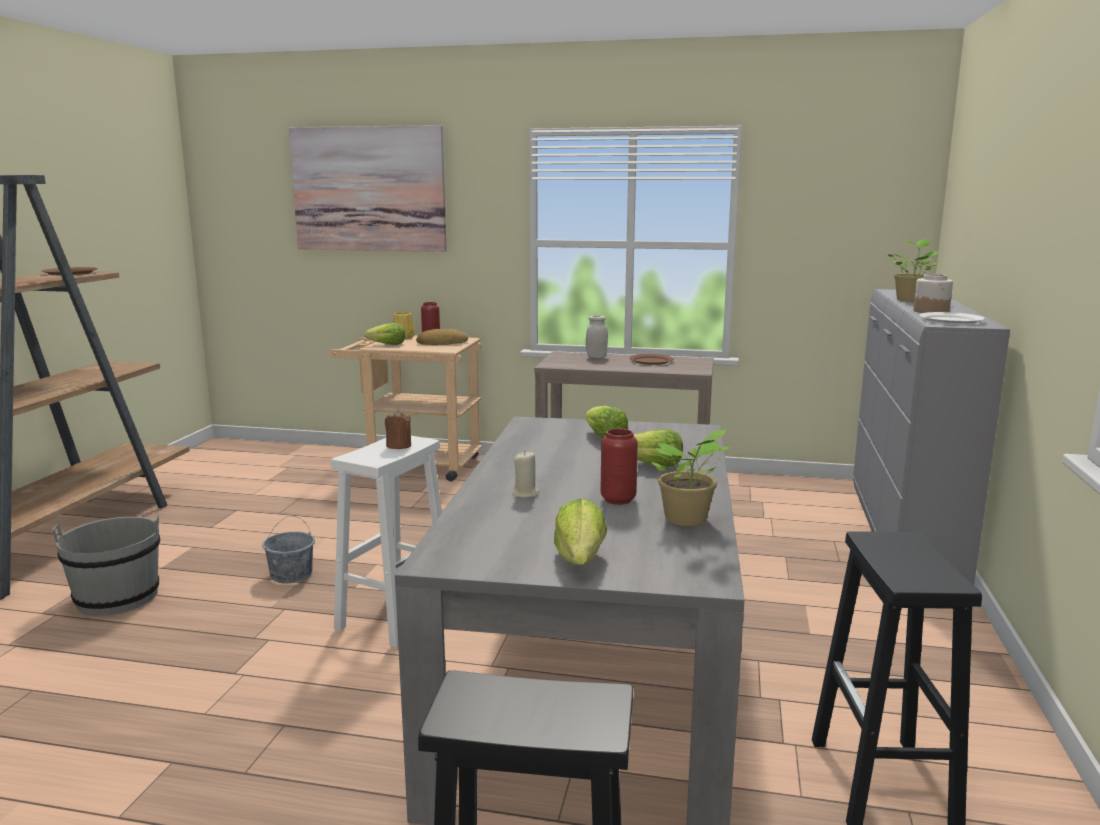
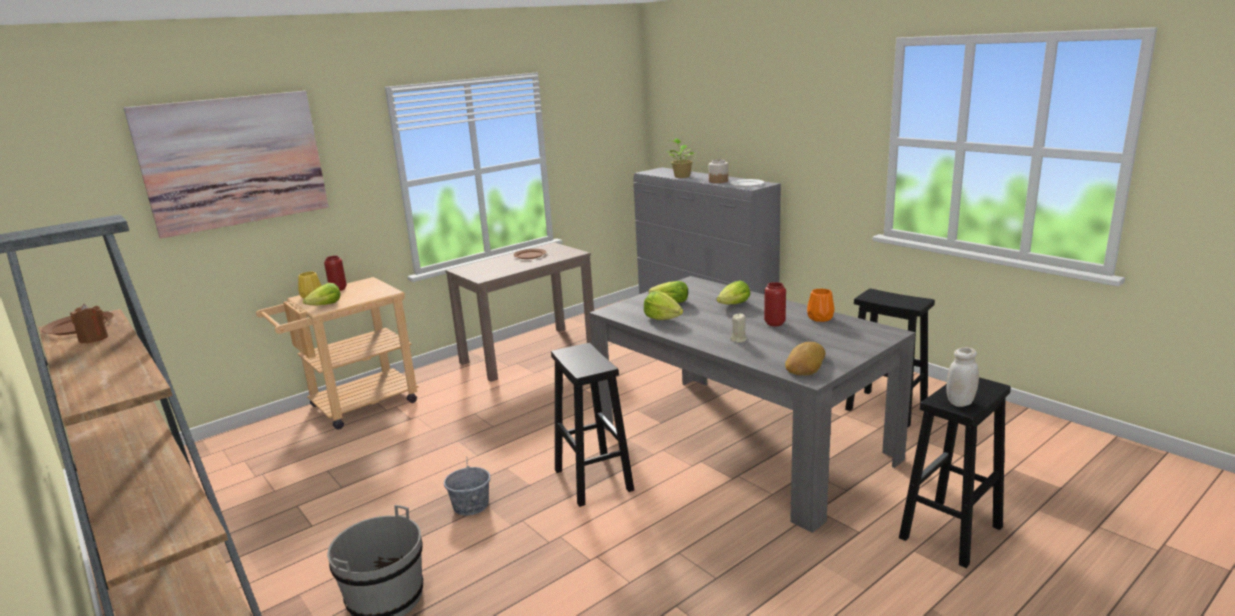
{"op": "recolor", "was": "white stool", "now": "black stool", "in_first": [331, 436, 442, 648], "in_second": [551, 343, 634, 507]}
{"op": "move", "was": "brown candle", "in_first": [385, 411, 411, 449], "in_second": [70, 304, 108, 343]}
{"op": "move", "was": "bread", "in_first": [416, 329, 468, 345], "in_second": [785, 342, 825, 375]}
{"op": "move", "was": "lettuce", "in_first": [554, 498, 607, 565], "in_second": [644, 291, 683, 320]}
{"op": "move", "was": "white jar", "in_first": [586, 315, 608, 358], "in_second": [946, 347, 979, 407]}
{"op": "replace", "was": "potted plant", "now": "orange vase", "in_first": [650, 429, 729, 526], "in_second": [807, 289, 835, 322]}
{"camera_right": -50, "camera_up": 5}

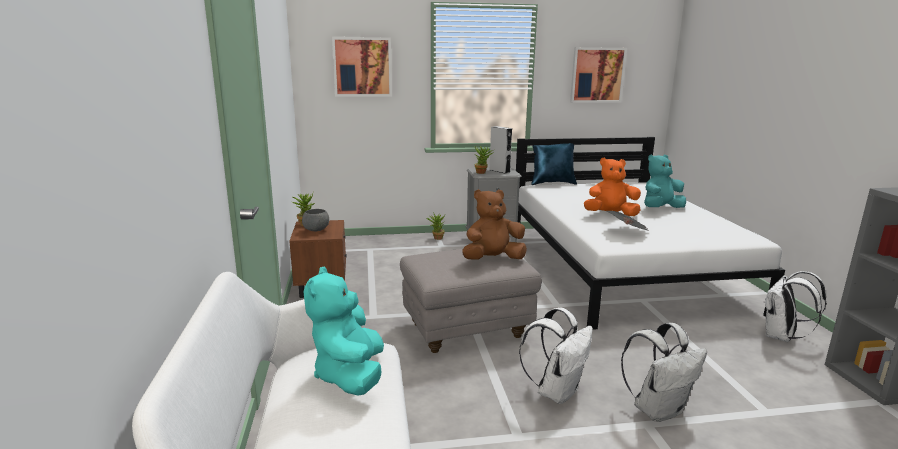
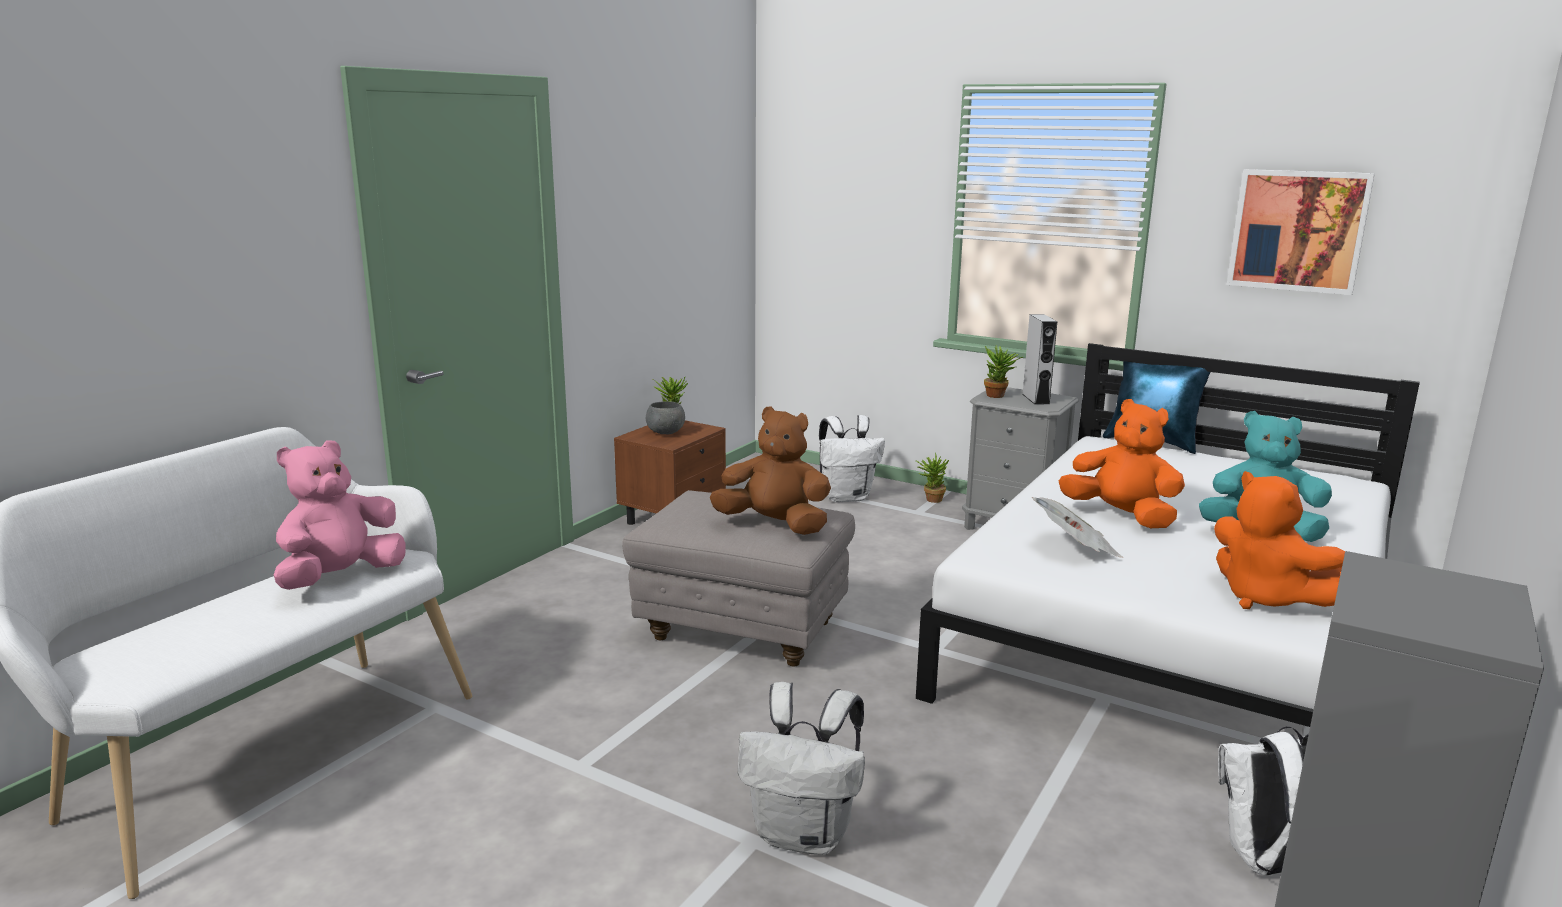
{"op": "recolor", "was": "turquoise plush toy", "now": "pink plush toy", "in_first": [303, 267, 384, 395], "in_second": [274, 440, 406, 590]}
{"op": "delete", "was": "picture", "in_first": [332, 37, 392, 97]}
{"op": "move", "was": "white backpack", "in_first": [519, 307, 593, 404], "in_second": [819, 415, 885, 503]}
{"op": "insert", "now": "orange plush toy", "in_second": [1214, 471, 1345, 609]}
{"camera_right": 40, "camera_up": 0}

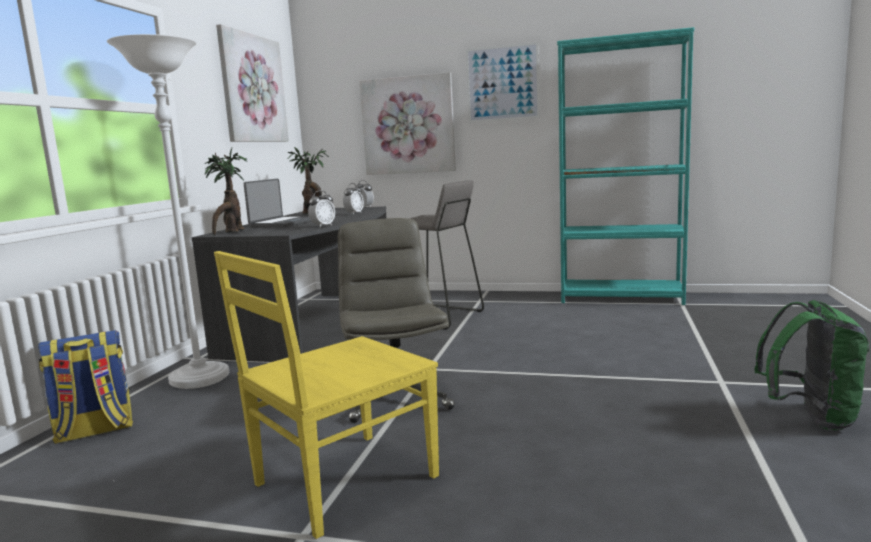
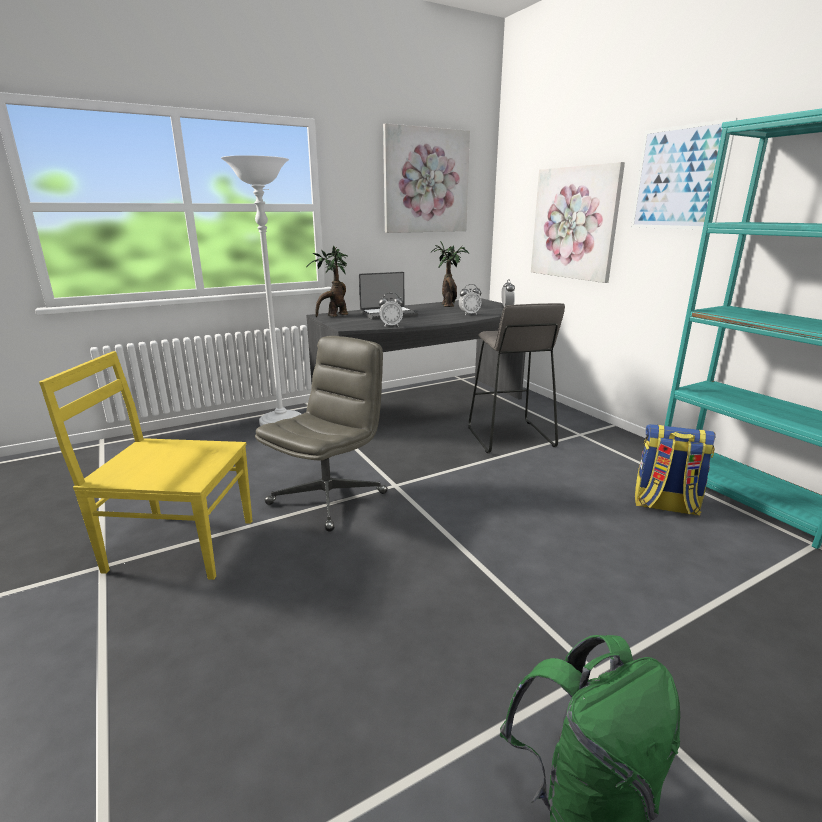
{"op": "move", "was": "backpack", "in_first": [38, 330, 133, 444], "in_second": [635, 424, 716, 516]}
{"camera_right": 45, "camera_up": 10}

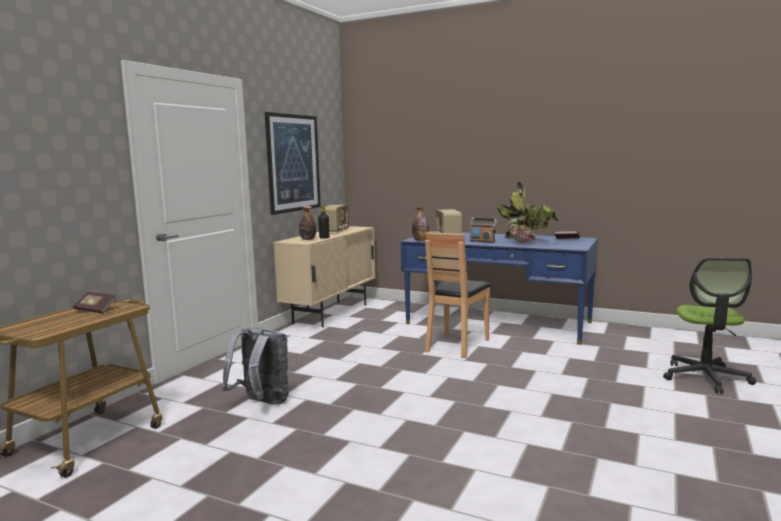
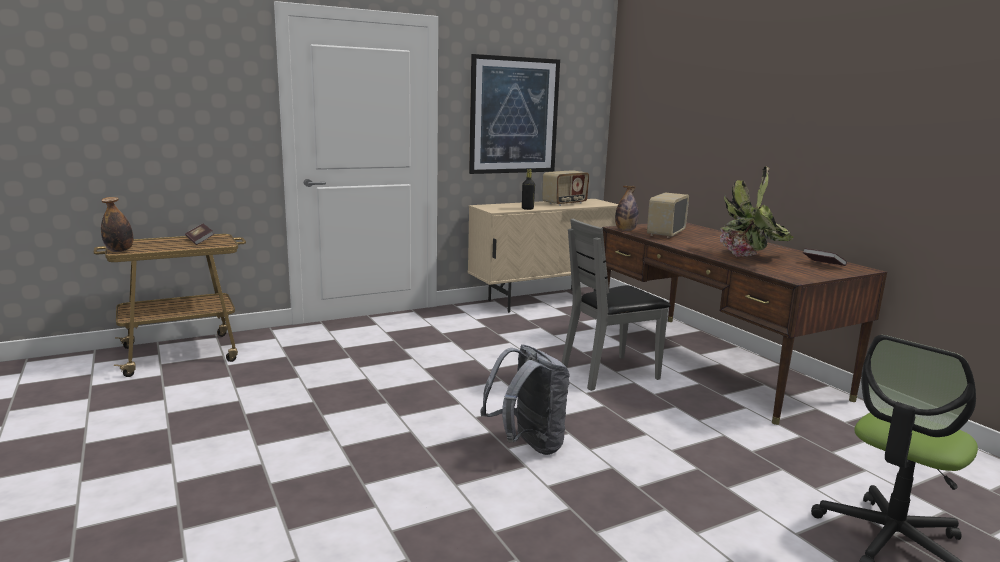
{"op": "move", "was": "grey backpack", "in_first": [222, 327, 289, 405], "in_second": [480, 344, 570, 455]}
{"op": "move", "was": "bottle", "in_first": [299, 206, 316, 240], "in_second": [101, 197, 133, 252]}
{"op": "recolor", "was": "blue desk", "now": "brown desk", "in_first": [401, 231, 598, 345], "in_second": [602, 222, 887, 425]}
{"op": "recolor", "was": "brown chair", "now": "grey chair", "in_first": [425, 232, 491, 358], "in_second": [561, 219, 671, 391]}
{"op": "delete", "was": "radio", "in_first": [470, 218, 497, 243]}
{"camera_right": 35, "camera_up": 5}

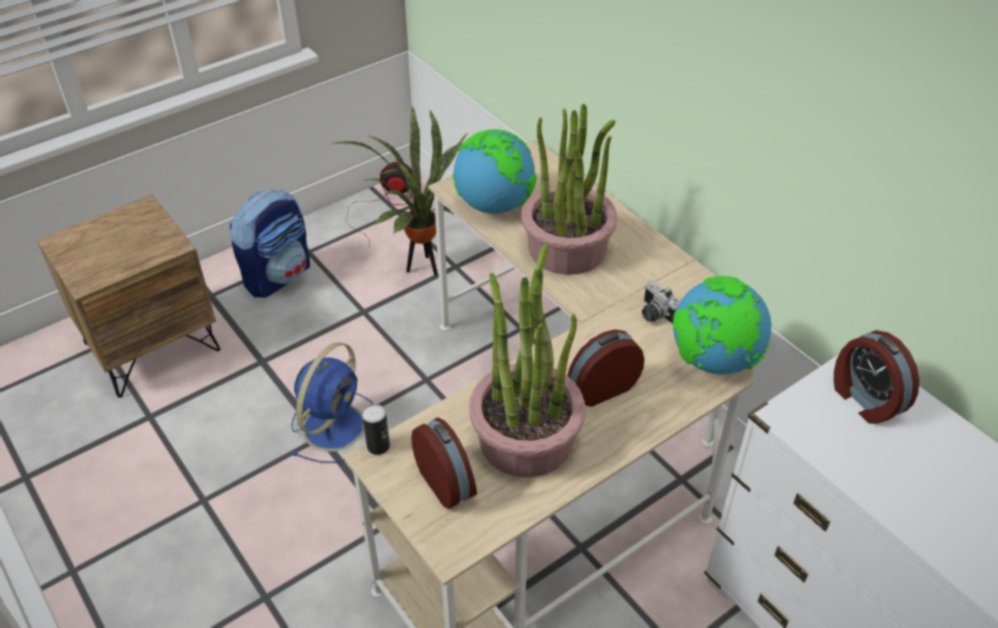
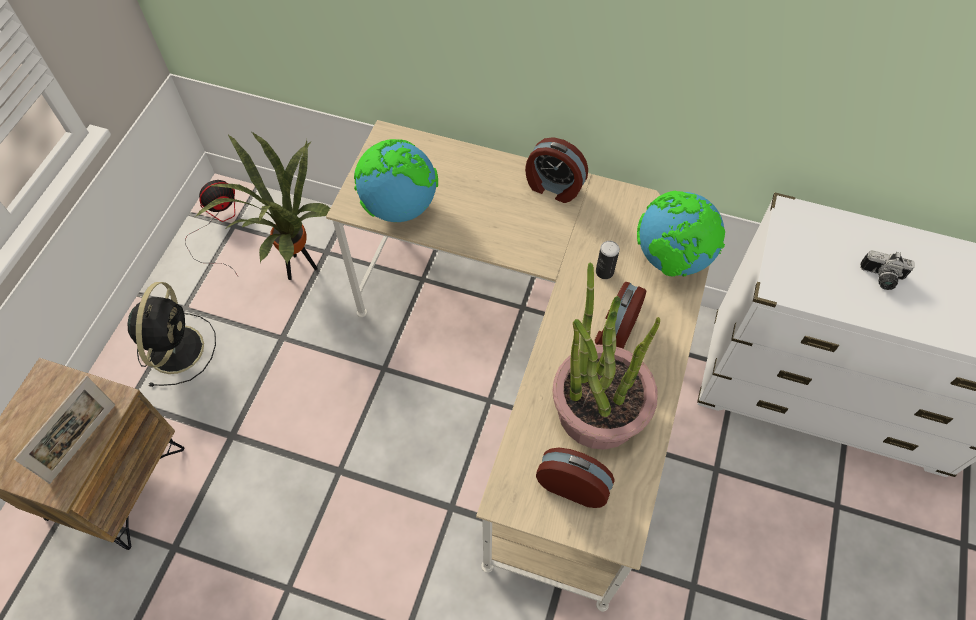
{"op": "replace", "was": "backpack", "now": "black fan", "in_first": [230, 190, 310, 298], "in_second": [127, 282, 216, 387]}
{"op": "delete", "was": "blue fan", "in_first": [291, 342, 373, 463]}
{"op": "move", "was": "can", "in_first": [362, 404, 390, 455], "in_second": [596, 241, 620, 279]}
{"op": "delete", "was": "potted plant", "in_first": [521, 104, 617, 275]}
{"op": "move", "was": "photo camera", "in_first": [642, 280, 680, 324], "in_second": [860, 250, 915, 290]}
{"op": "move", "was": "alarm clock", "in_first": [834, 330, 919, 424], "in_second": [525, 137, 588, 203]}
{"op": "insert", "now": "picture frame", "in_second": [14, 376, 115, 484]}
{"camera_right": -35, "camera_up": 15}

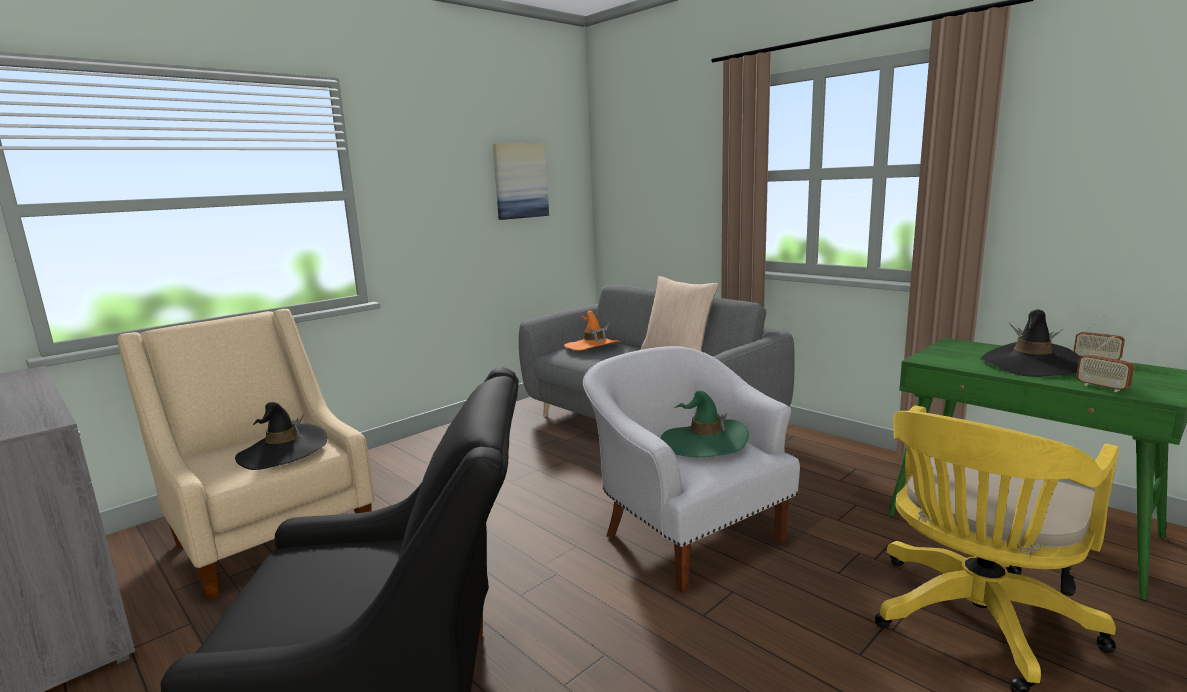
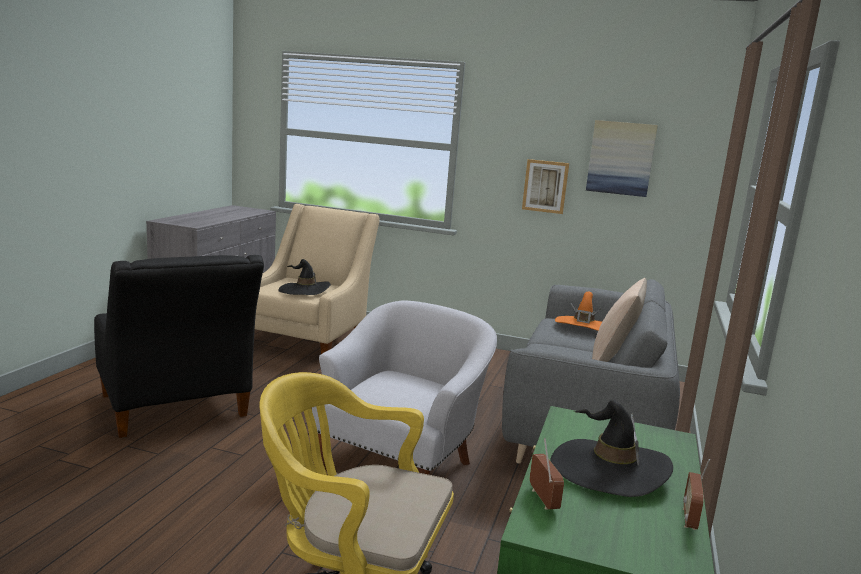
{"op": "delete", "was": "green hat", "in_first": [660, 390, 749, 457]}
{"op": "rotate", "was": "radio", "in_first": [1076, 336, 1134, 392], "in_second": [530, 438, 564, 510], "clockwise": 135}
{"op": "insert", "now": "picture", "in_second": [522, 159, 569, 214]}
{"camera_right": 60, "camera_up": 0}

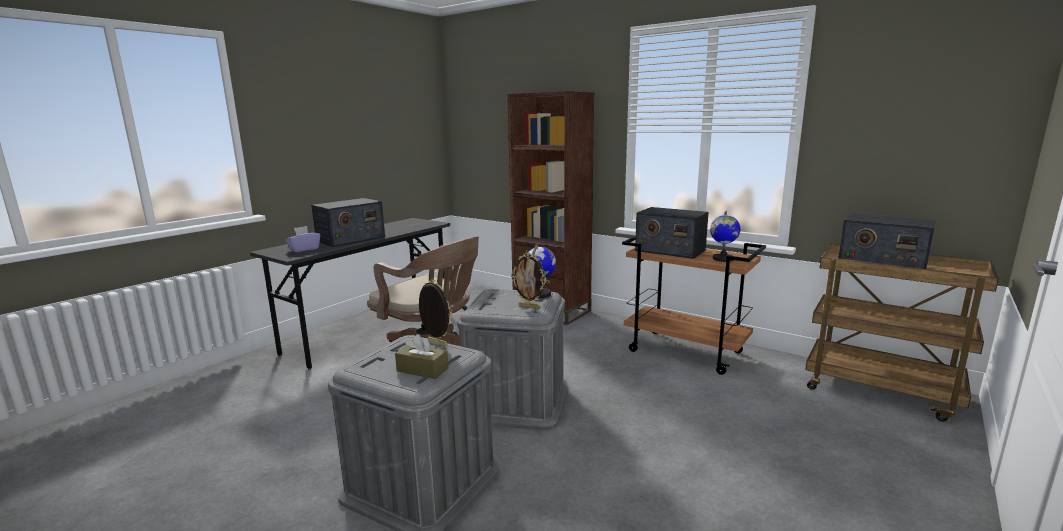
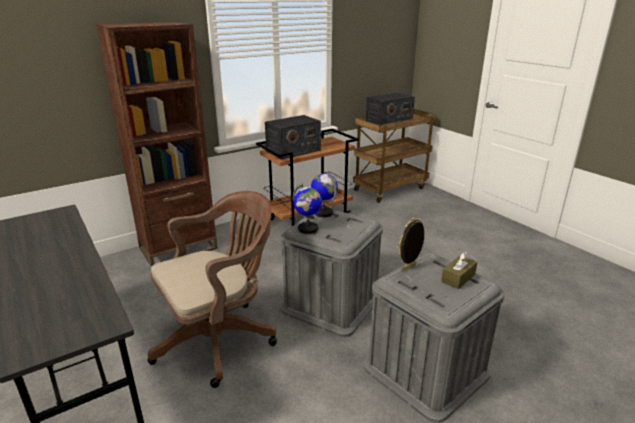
{"op": "delete", "was": "purple tissue box", "in_first": [285, 226, 320, 252]}
{"op": "delete", "was": "radio", "in_first": [311, 198, 385, 247]}
{"op": "delete", "was": "picture frame", "in_first": [511, 253, 546, 309]}
{"op": "move", "was": "globe", "in_first": [710, 210, 740, 262], "in_second": [293, 183, 322, 234]}
{"camera_right": -70, "camera_up": 10}

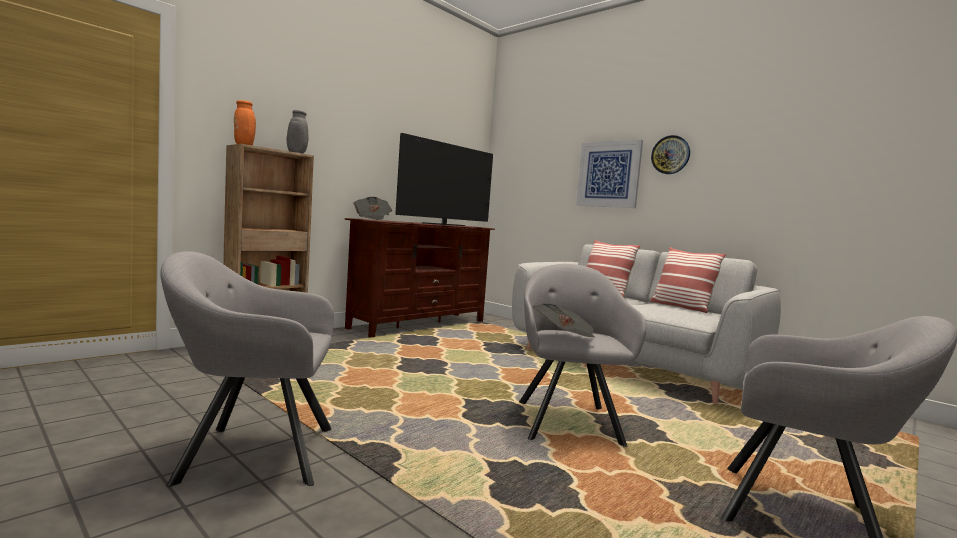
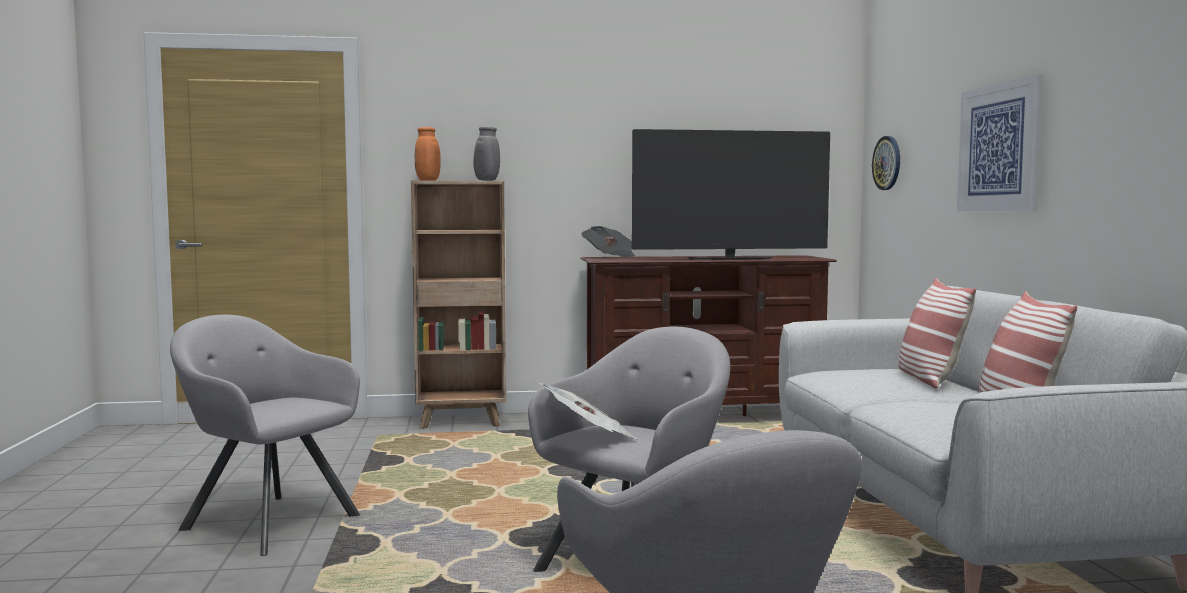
{"op": "move", "was": "wall clock", "in_first": [651, 135, 690, 174], "in_second": [872, 136, 900, 190]}
{"camera_right": 40, "camera_up": 0}

